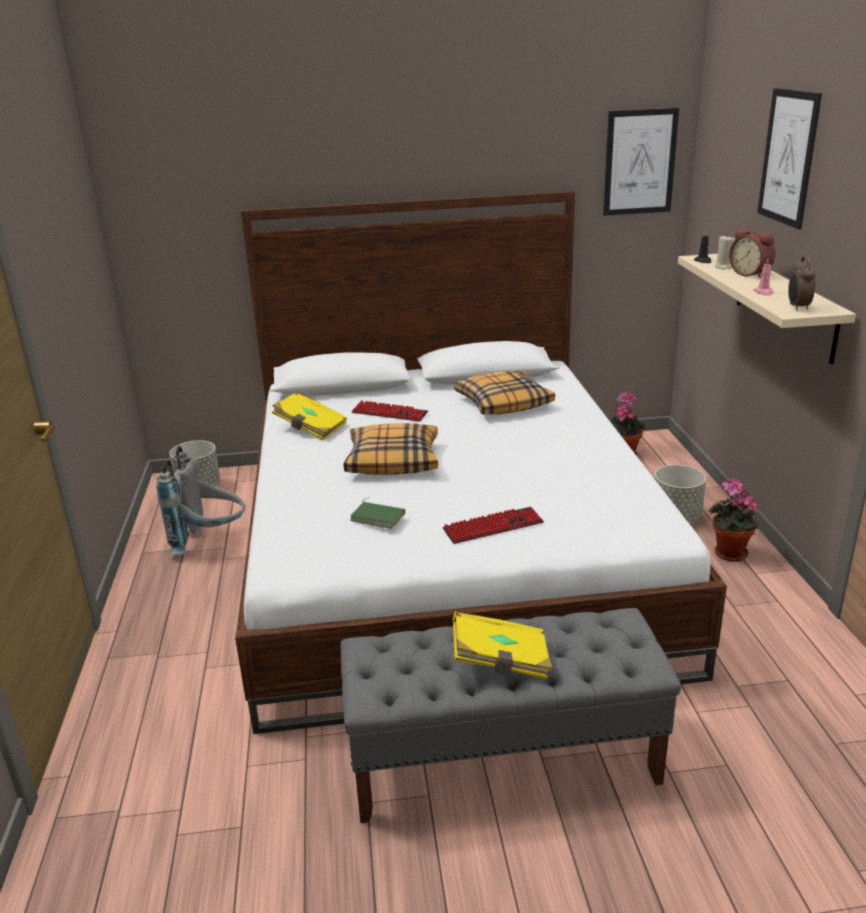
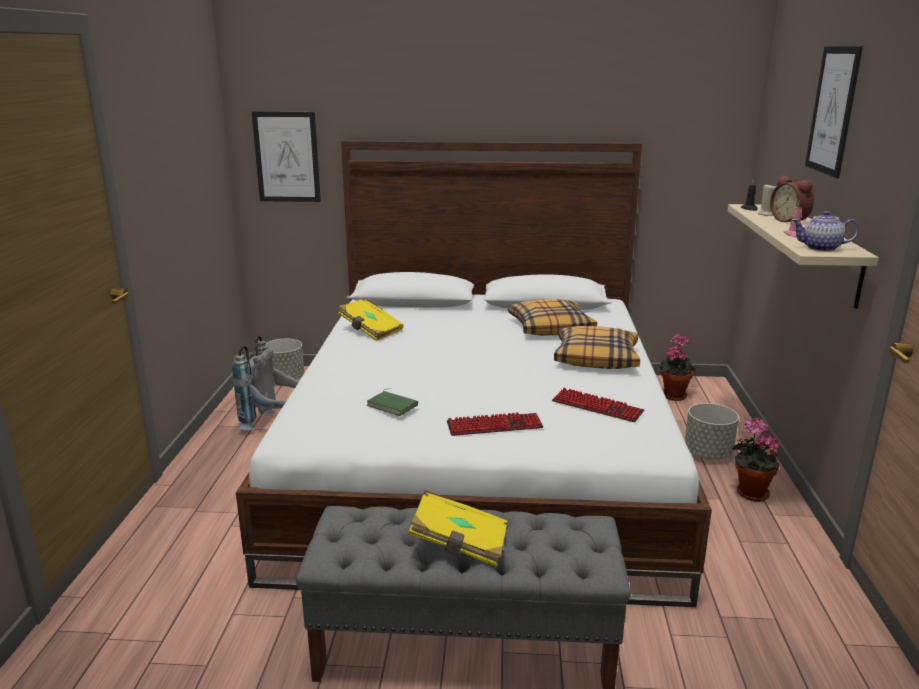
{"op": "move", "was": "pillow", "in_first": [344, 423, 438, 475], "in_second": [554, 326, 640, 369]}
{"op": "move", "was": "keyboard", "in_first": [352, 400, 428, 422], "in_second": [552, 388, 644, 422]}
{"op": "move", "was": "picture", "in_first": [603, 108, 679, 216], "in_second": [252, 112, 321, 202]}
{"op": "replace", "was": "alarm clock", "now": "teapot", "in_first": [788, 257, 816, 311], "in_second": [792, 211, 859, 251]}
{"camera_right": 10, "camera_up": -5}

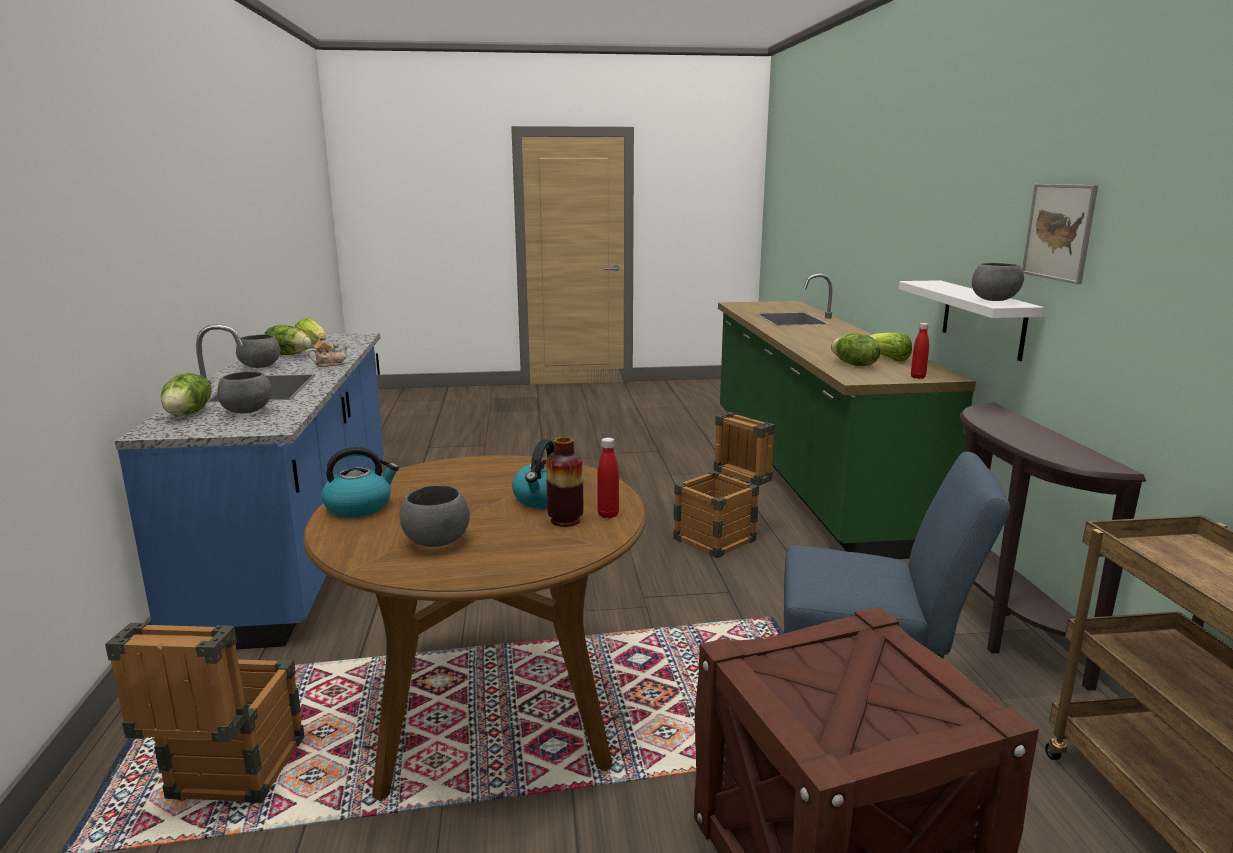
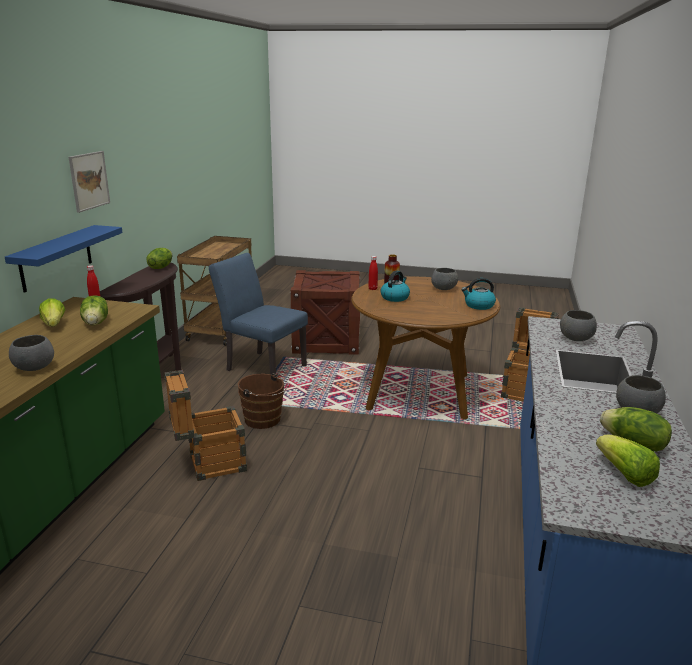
{"op": "move", "was": "lettuce", "in_first": [161, 373, 211, 415], "in_second": [146, 248, 172, 269]}
{"op": "delete", "was": "teapot", "in_first": [307, 335, 348, 367]}
{"op": "recolor", "was": "white shelf", "now": "blue shelf", "in_first": [899, 280, 1044, 361], "in_second": [5, 225, 123, 293]}
{"op": "move", "was": "grey bowl", "in_first": [972, 263, 1024, 301], "in_second": [9, 335, 54, 371]}
{"op": "insert", "now": "brown bucket", "in_second": [238, 373, 289, 429]}
{"camera_right": -160, "camera_up": 5}

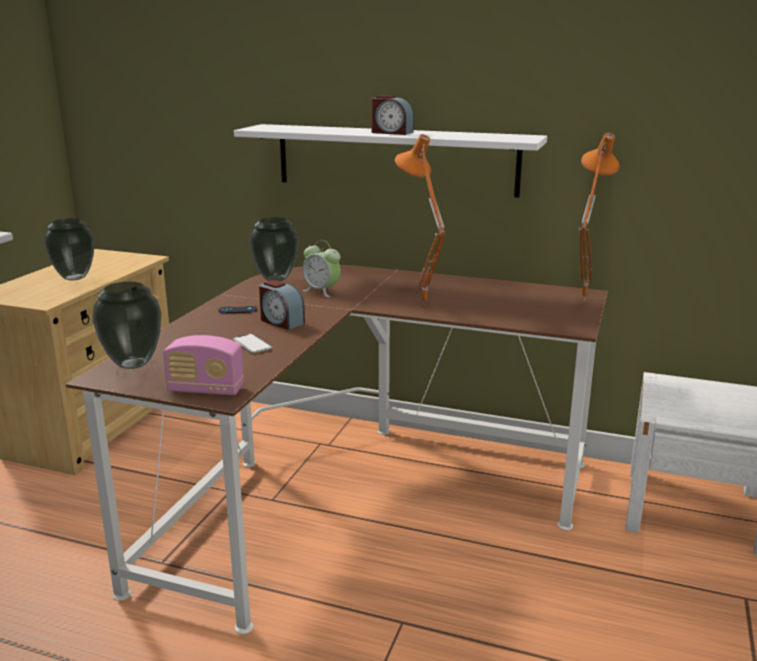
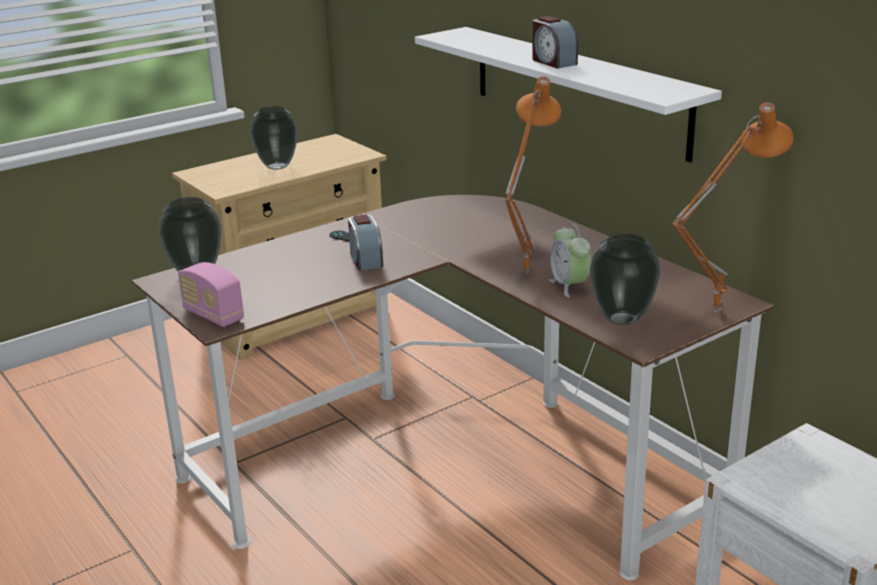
{"op": "delete", "was": "phone", "in_first": [233, 334, 273, 353]}
{"op": "move", "was": "vase", "in_first": [249, 217, 299, 281], "in_second": [590, 234, 660, 326]}
{"op": "move", "was": "alarm clock", "in_first": [303, 240, 341, 297], "in_second": [549, 224, 591, 297]}
{"camera_right": 35, "camera_up": 5}

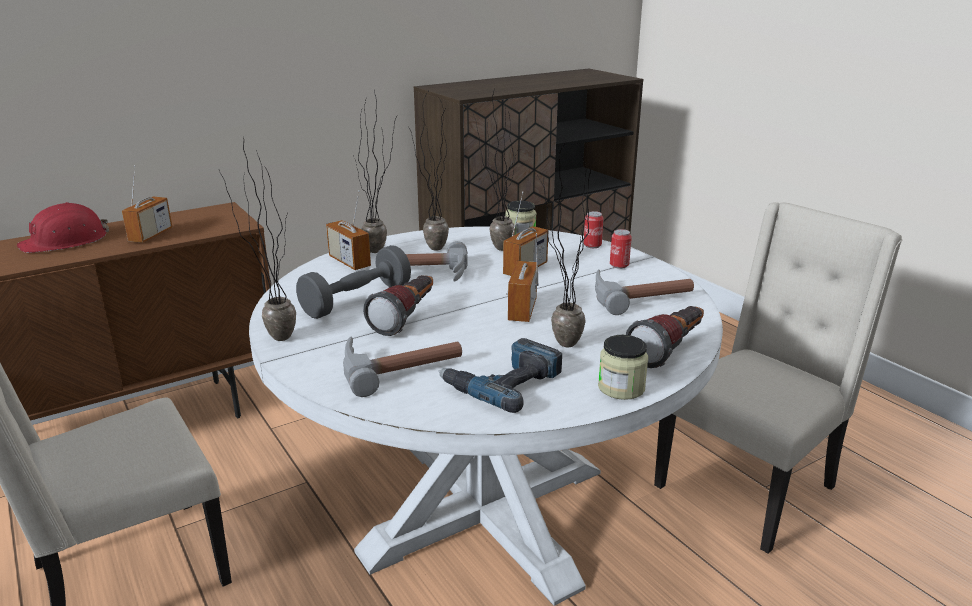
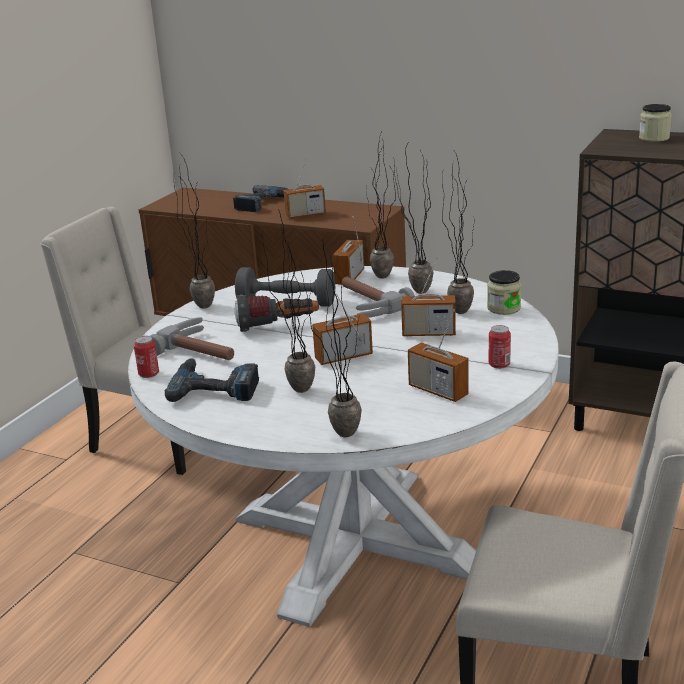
{"op": "replace", "was": "red hard hat", "now": "power drill", "in_first": [17, 202, 109, 253], "in_second": [233, 185, 288, 212]}
{"op": "move", "was": "can", "in_first": [584, 211, 604, 248], "in_second": [134, 336, 159, 378]}
{"op": "replace", "was": "hammer", "now": "radio", "in_first": [595, 269, 694, 315], "in_second": [408, 309, 469, 402]}
{"op": "move", "was": "jar", "in_first": [598, 335, 648, 400], "in_second": [639, 104, 672, 142]}
{"op": "replace", "was": "flashlight", "now": "potted plant", "in_first": [626, 306, 704, 368], "in_second": [300, 239, 362, 437]}
{"camera_right": 60, "camera_up": 0}

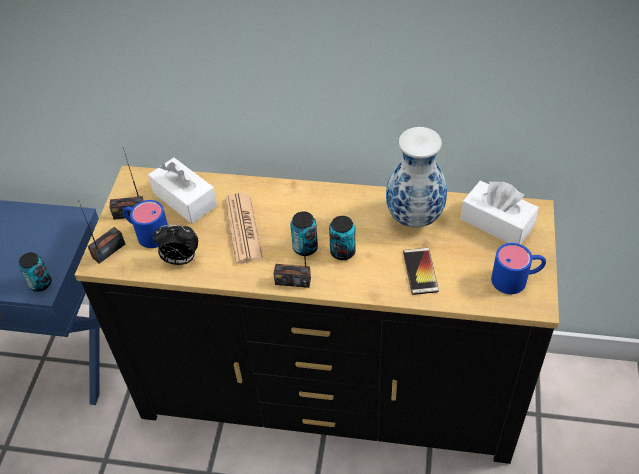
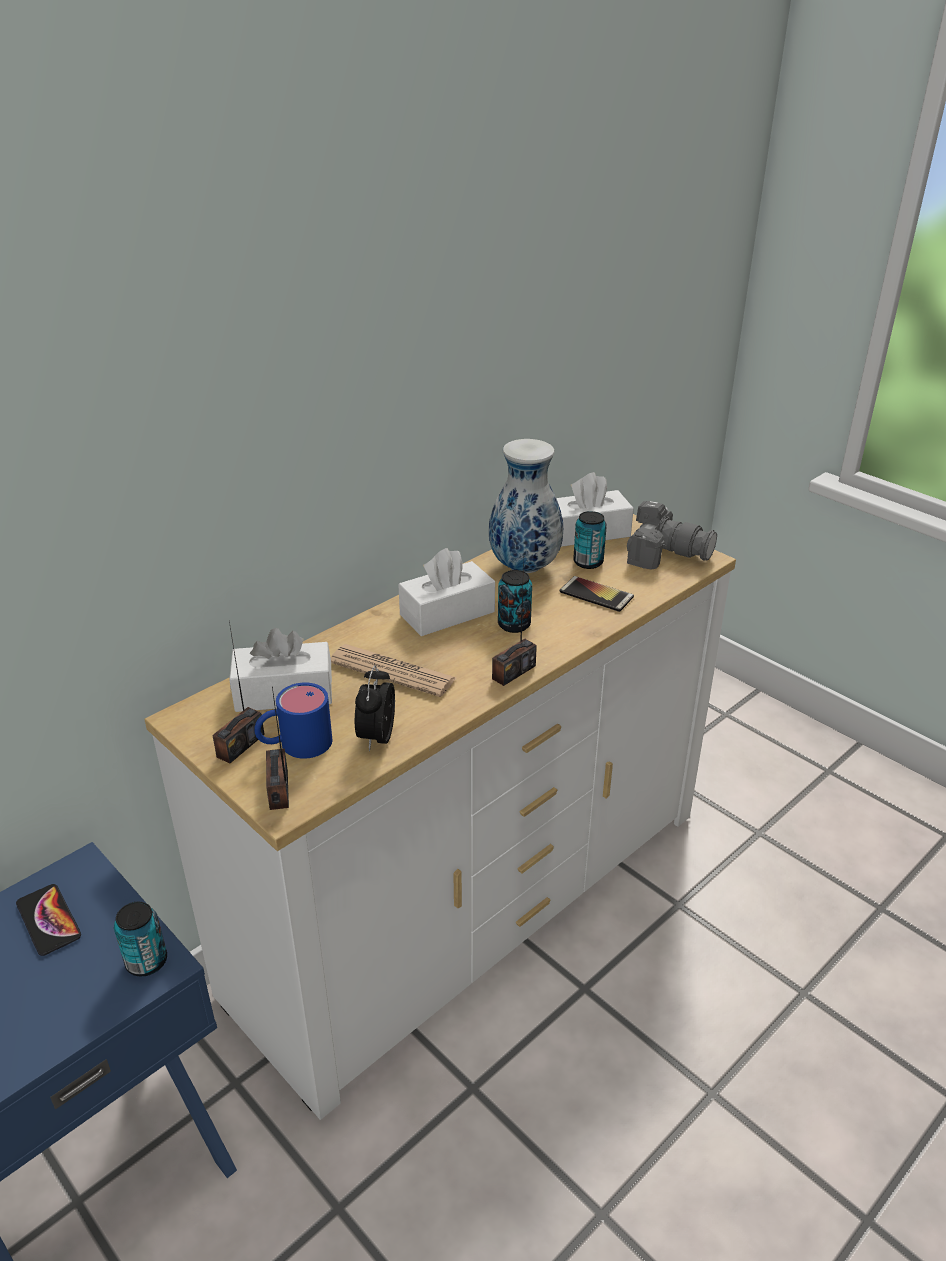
{"op": "recolor", "was": "black dresser", "now": "white dresser", "in_first": [75, 166, 559, 464], "in_second": [144, 514, 736, 1120]}
{"op": "rotate", "was": "alarm clock", "in_first": [153, 225, 198, 265], "in_second": [355, 665, 395, 751], "clockwise": 150}
{"op": "move", "was": "can", "in_first": [290, 212, 318, 256], "in_second": [573, 511, 607, 569]}
{"op": "replace", "was": "blue mug", "now": "photo camera", "in_first": [491, 243, 546, 294], "in_second": [627, 501, 717, 569]}
{"op": "insert", "now": "phone", "in_second": [16, 884, 81, 956]}
{"op": "insert", "now": "white tissue box", "in_second": [398, 548, 495, 636]}
{"camera_right": -55, "camera_up": -15}

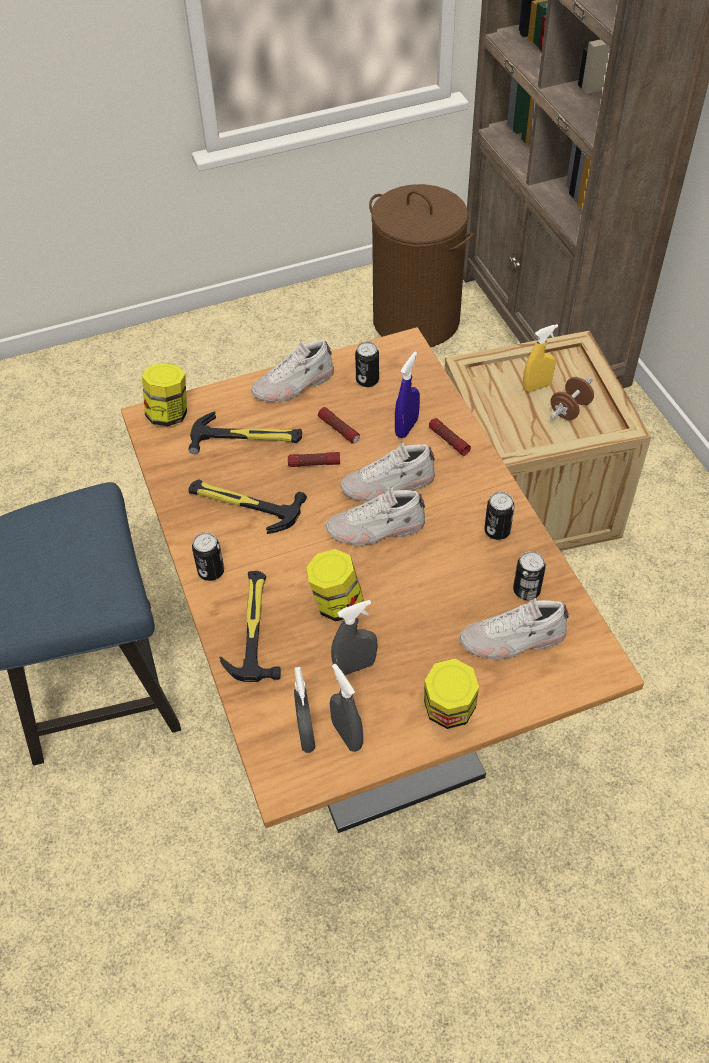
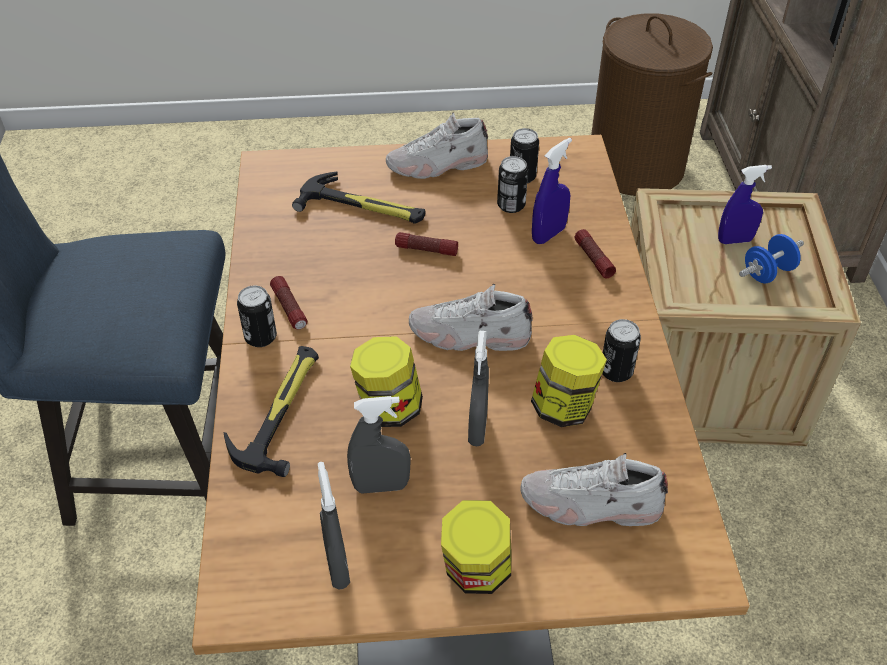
{"op": "move", "was": "jar", "in_first": [142, 363, 187, 426], "in_second": [531, 335, 607, 427]}
{"op": "delete", "was": "hammer", "in_first": [188, 480, 307, 534]}
{"op": "move", "was": "grey spray bottle", "in_first": [294, 667, 315, 753], "in_second": [468, 331, 489, 446]}
{"op": "move", "was": "flashlight", "in_first": [318, 407, 360, 443], "in_second": [270, 276, 307, 329]}
{"op": "delete", "was": "white shoe", "in_first": [341, 442, 435, 502]}
{"op": "move", "was": "can", "in_first": [513, 551, 546, 600], "in_second": [497, 156, 528, 213]}
{"op": "recolor", "was": "yellow spray bottle", "now": "blue spray bottle", "in_first": [523, 324, 558, 392], "in_second": [718, 165, 772, 244]}
{"op": "recolor", "was": "brown dumbbell", "now": "blue dumbbell", "in_first": [550, 377, 594, 420], "in_second": [739, 234, 804, 283]}
{"camera_right": 15, "camera_up": -5}

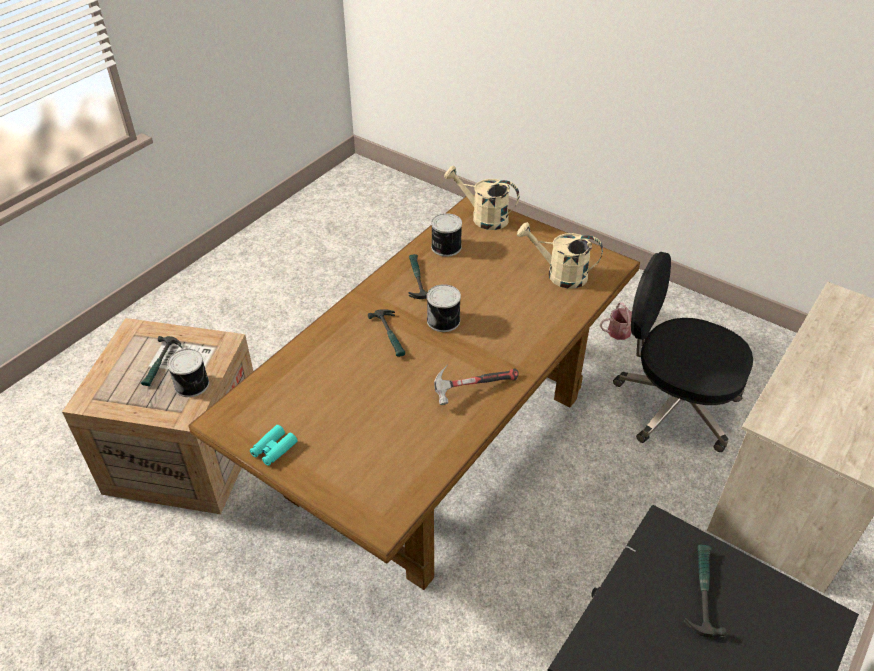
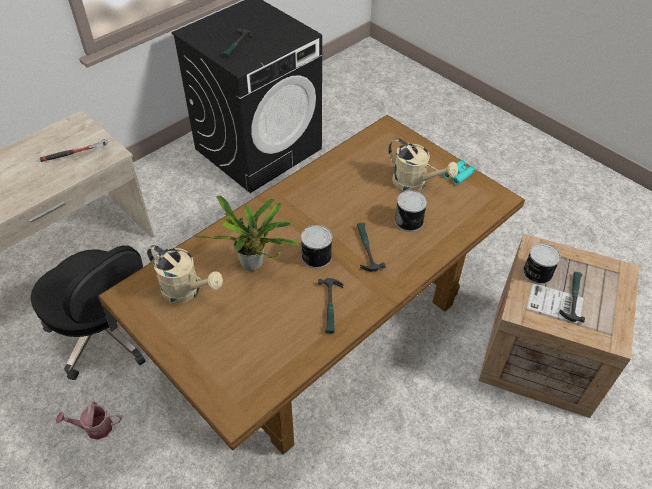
{"op": "move", "was": "can", "in_first": [431, 213, 462, 257], "in_second": [395, 190, 427, 232]}
{"op": "move", "was": "hammer", "in_first": [434, 365, 519, 405], "in_second": [40, 139, 108, 162]}
{"op": "move", "was": "beige watering can", "in_first": [444, 166, 519, 230], "in_second": [388, 138, 458, 191]}
{"op": "insert", "now": "potted plant", "in_second": [194, 195, 302, 271]}
{"camera_right": -170, "camera_up": 5}

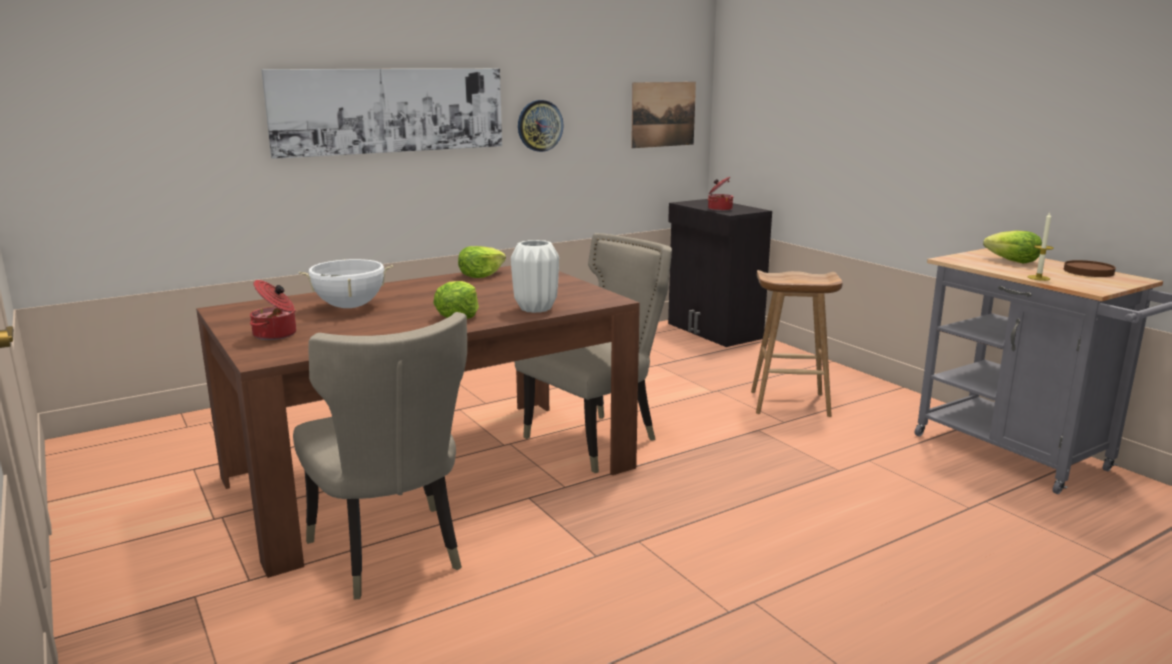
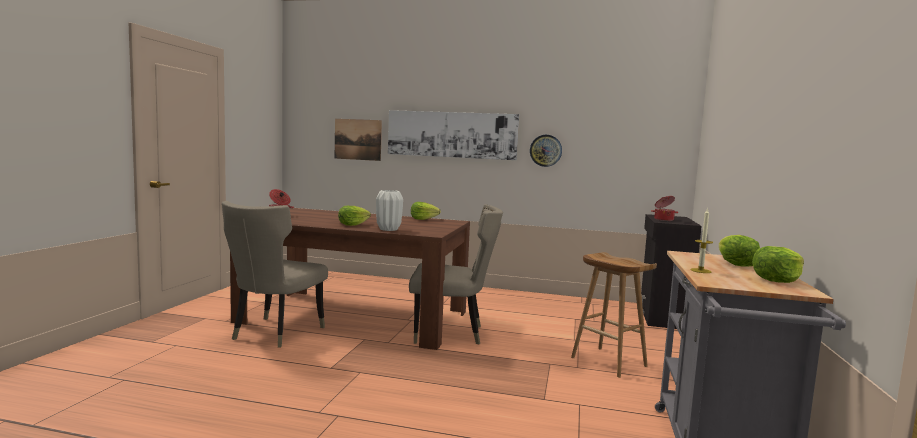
{"op": "delete", "was": "white cooking pot", "in_first": [299, 259, 393, 308]}
{"op": "move", "was": "picture", "in_first": [631, 82, 696, 148], "in_second": [335, 119, 382, 161]}
{"op": "replace", "was": "brown plate", "now": "lettuce", "in_first": [1064, 260, 1116, 277], "in_second": [752, 246, 804, 283]}
{"camera_right": 45, "camera_up": -10}

